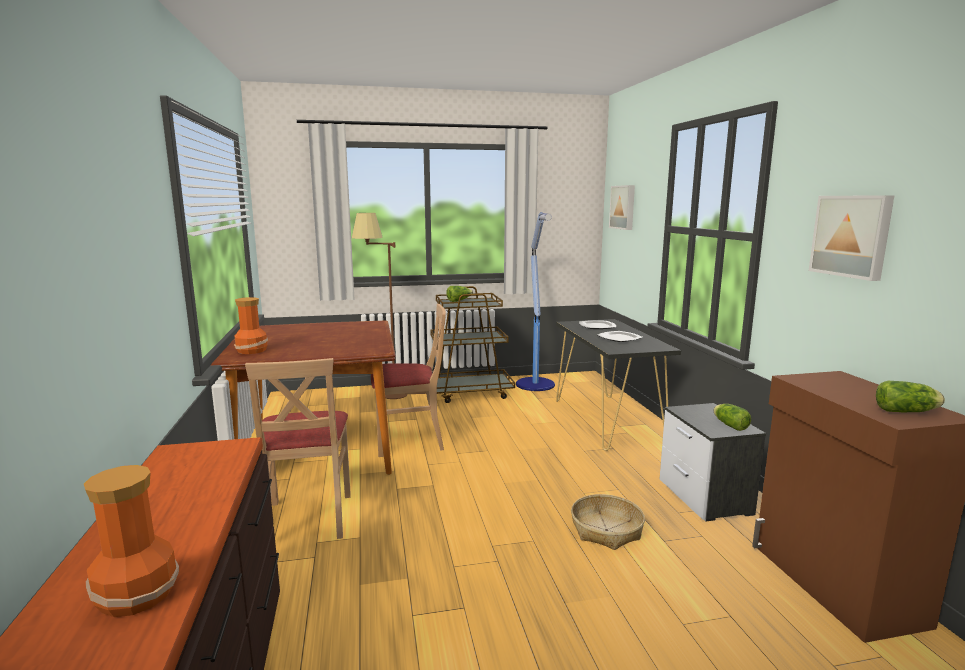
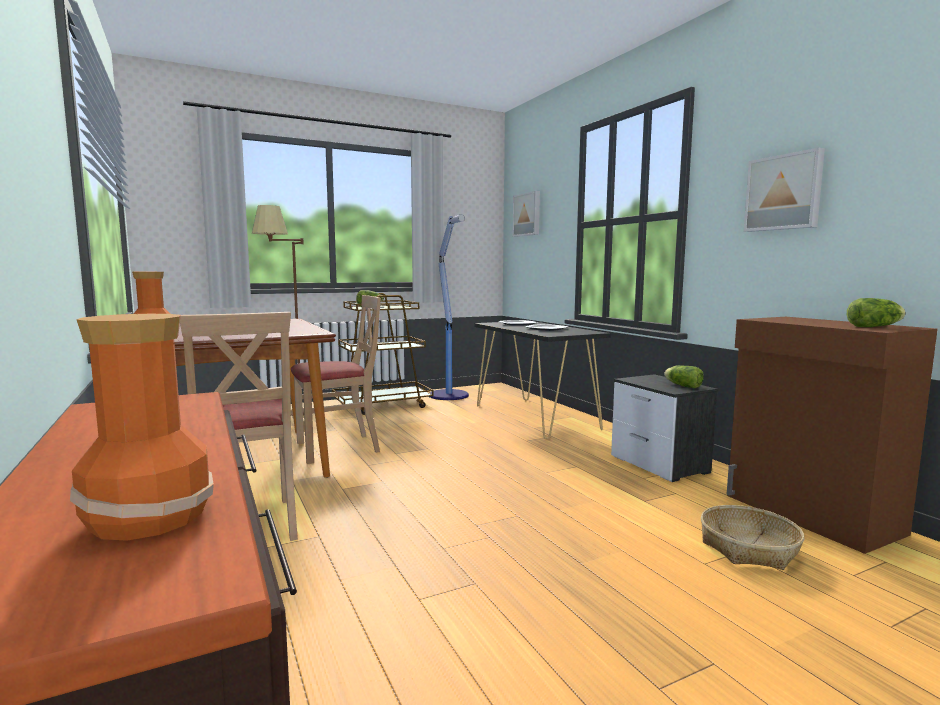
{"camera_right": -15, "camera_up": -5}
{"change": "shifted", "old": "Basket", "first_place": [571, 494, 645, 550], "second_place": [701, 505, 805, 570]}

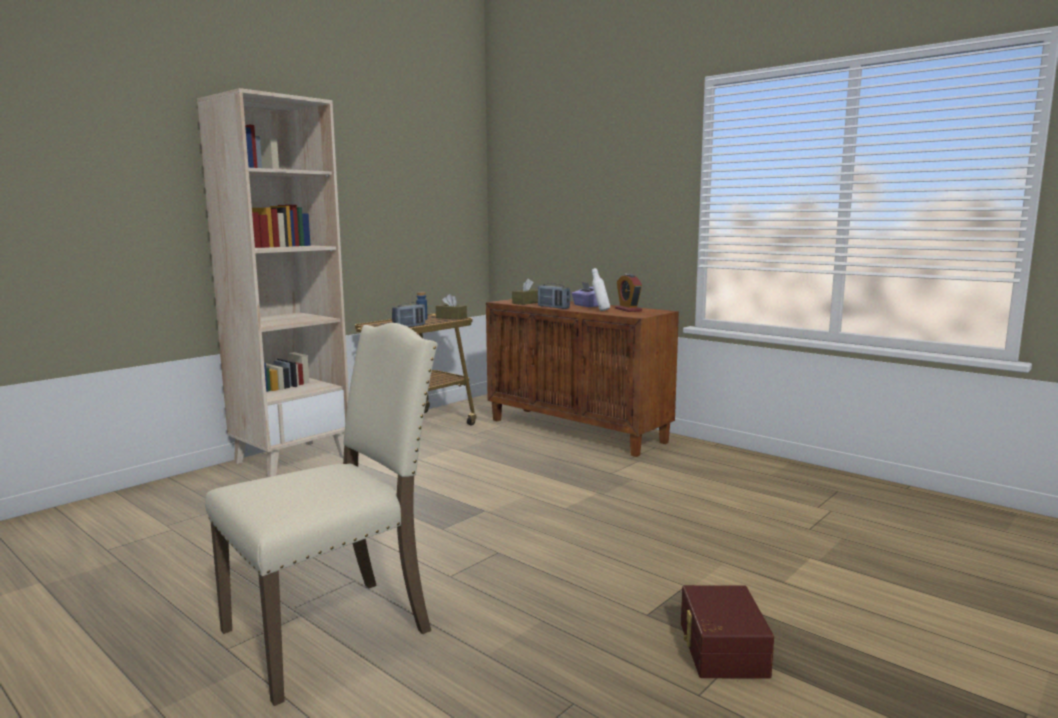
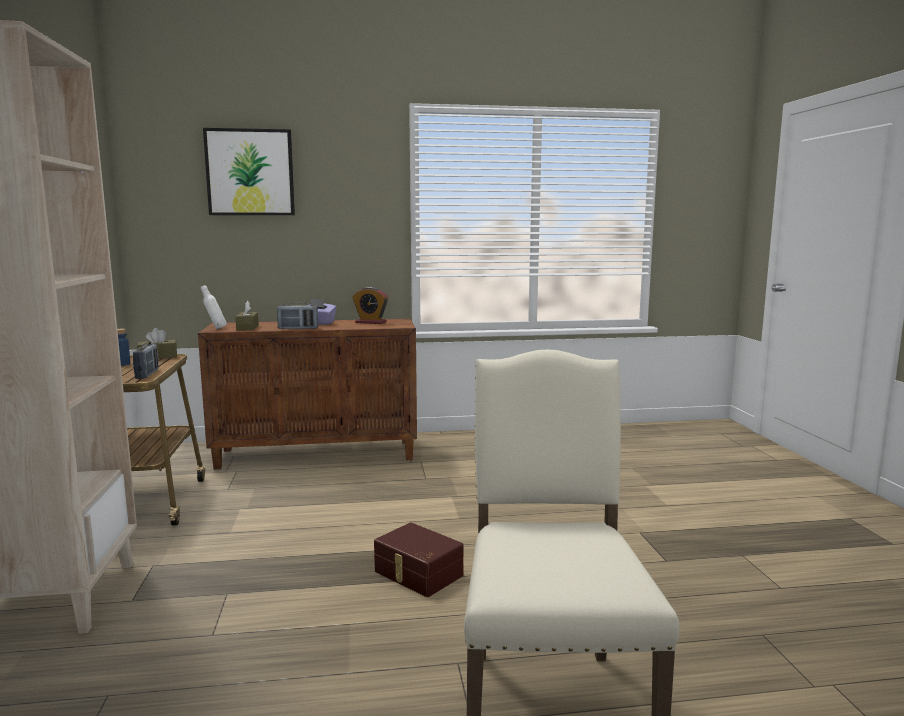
{"camera_right": -50, "camera_up": 0}
{"change": "shifted", "old": "WhiteBottle", "first_place": [592, 268, 610, 311], "second_place": [201, 285, 227, 329]}
{"change": "new", "new": "Picture", "second_place": [203, 128, 295, 215]}
{"change": "shifted", "old": "BrownStorageBox", "first_place": [681, 585, 774, 679], "second_place": [374, 522, 464, 597]}

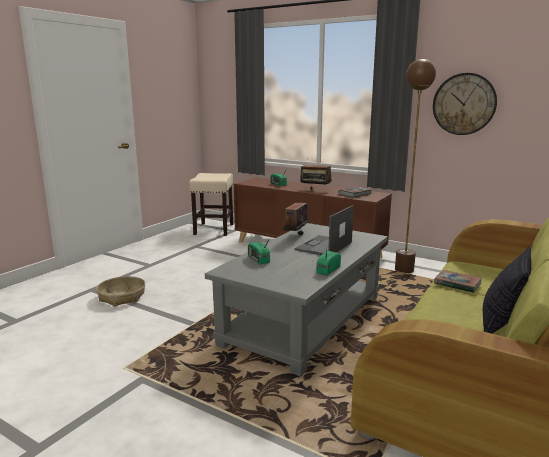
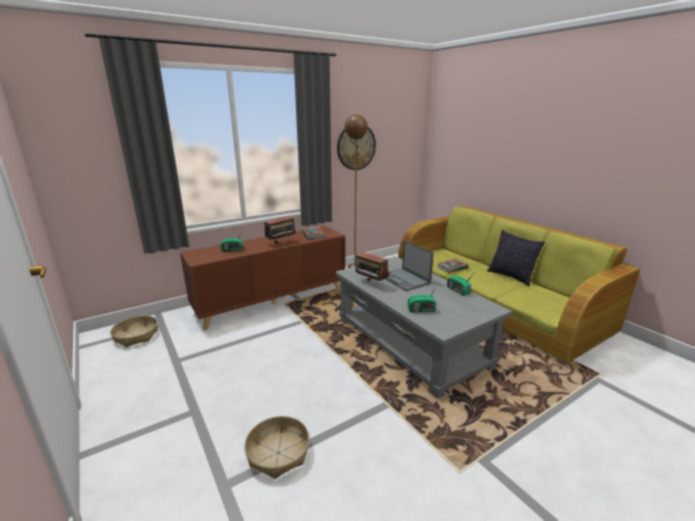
{"camera_right": -65, "camera_up": 5}
{"change": "swapped", "old": "BeigeStool", "new": "Basket", "first_place": [189, 173, 233, 236], "second_place": [110, 316, 158, 347]}

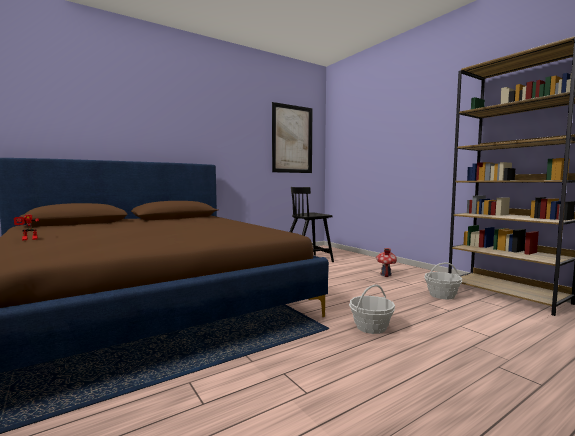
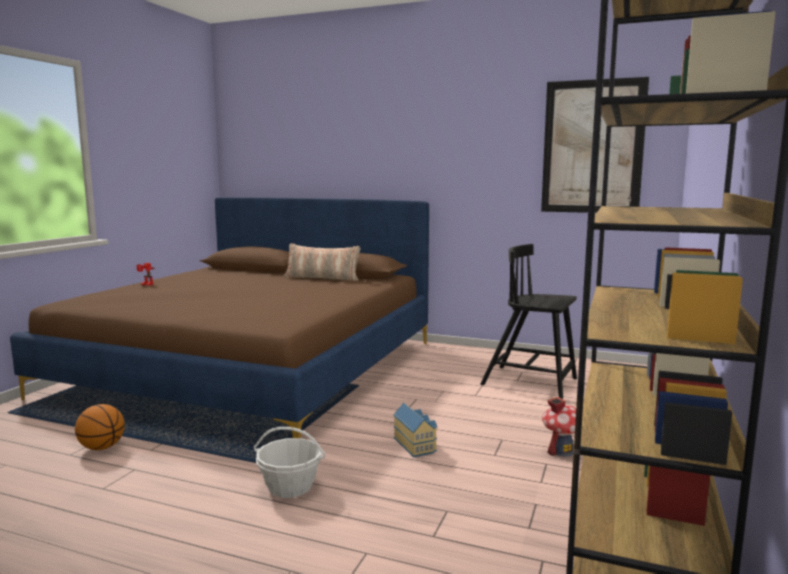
{"camera_right": 55, "camera_up": 5}
{"change": "new", "new": "Basketball", "second_place": [75, 404, 125, 450]}
{"change": "new", "new": "Pillow", "second_place": [284, 243, 360, 281]}
{"change": "new", "new": "ToyHouse", "second_place": [393, 403, 437, 457]}
{"change": "gone", "old": "Basket", "first_place": [424, 262, 462, 299]}

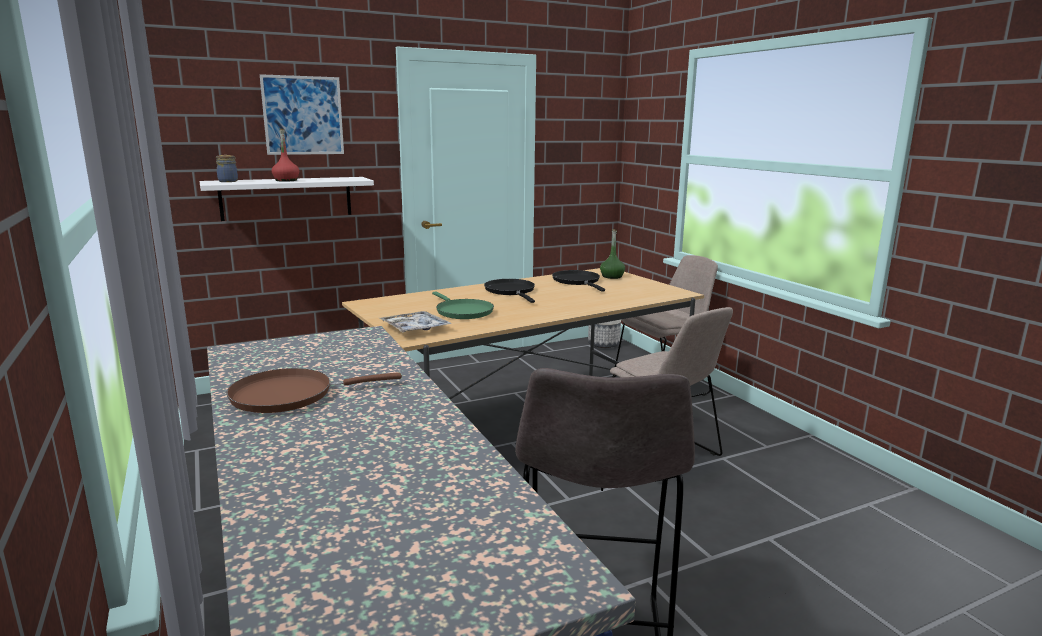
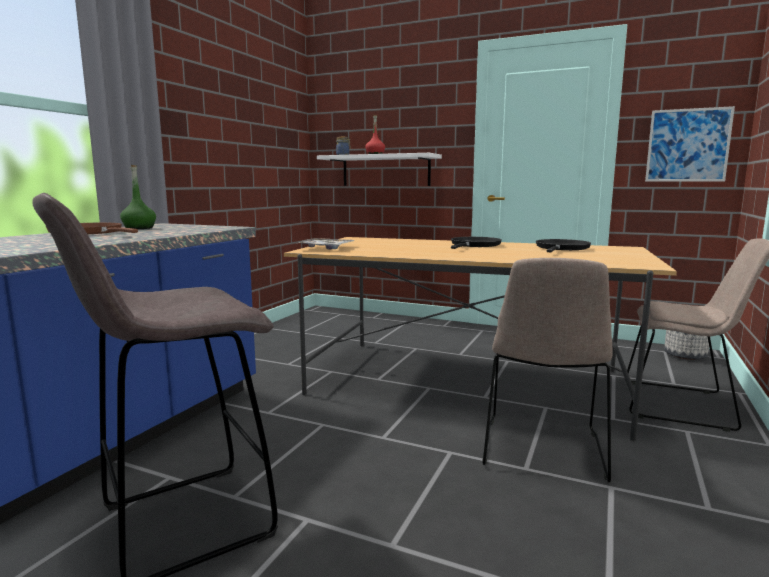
{"camera_right": 50, "camera_up": -5}
{"change": "shifted", "old": "GreenBottle", "first_place": [600, 229, 625, 279], "second_place": [120, 165, 156, 229]}
{"change": "shifted", "old": "Picture", "first_place": [260, 74, 344, 155], "second_place": [645, 106, 735, 182]}
{"change": "gone", "old": "GreenFryingPan", "first_place": [432, 291, 494, 319]}

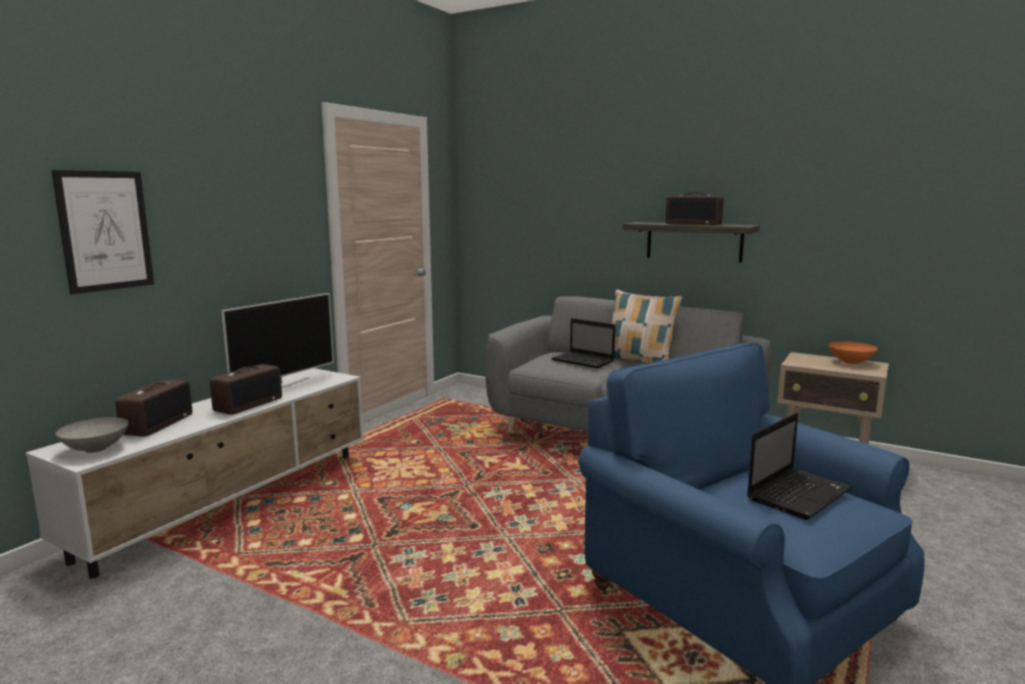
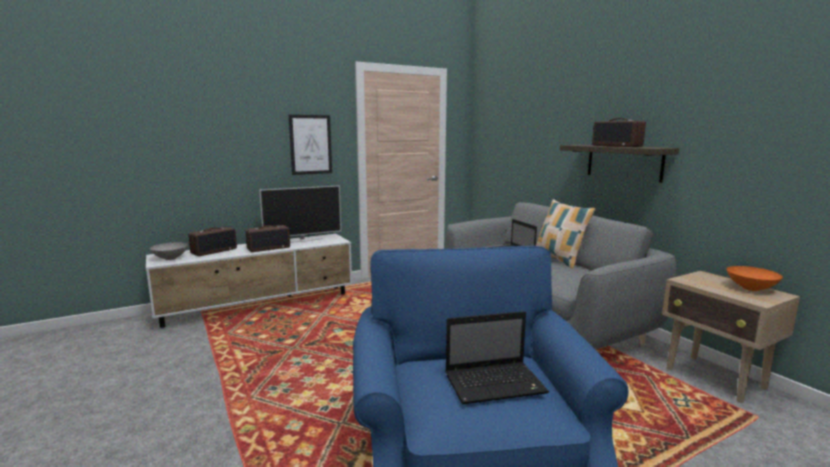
{"camera_right": 30, "camera_up": 0}
{"change": "shifted", "old": "Picture", "first_place": [51, 170, 154, 295], "second_place": [289, 115, 332, 175]}

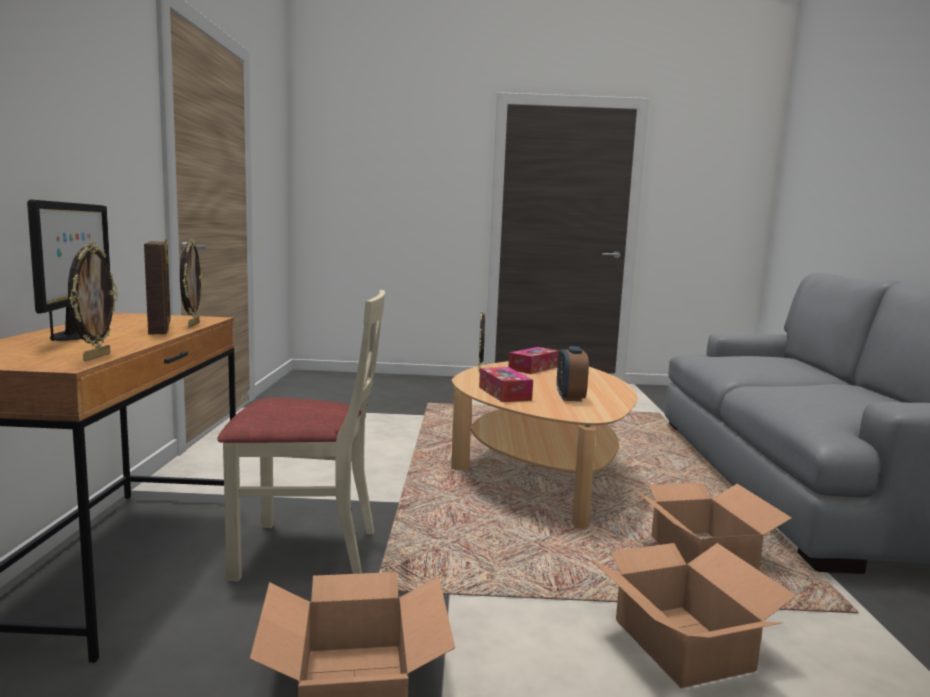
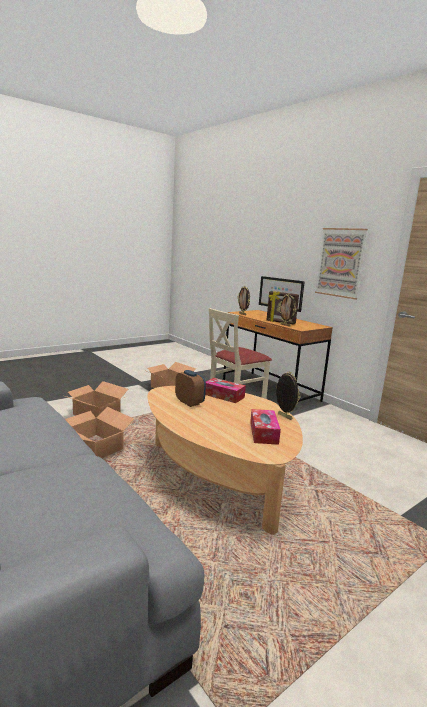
{"camera_right": 140, "camera_up": 5}
{"change": "new", "new": "Picture", "second_place": [315, 228, 368, 299]}

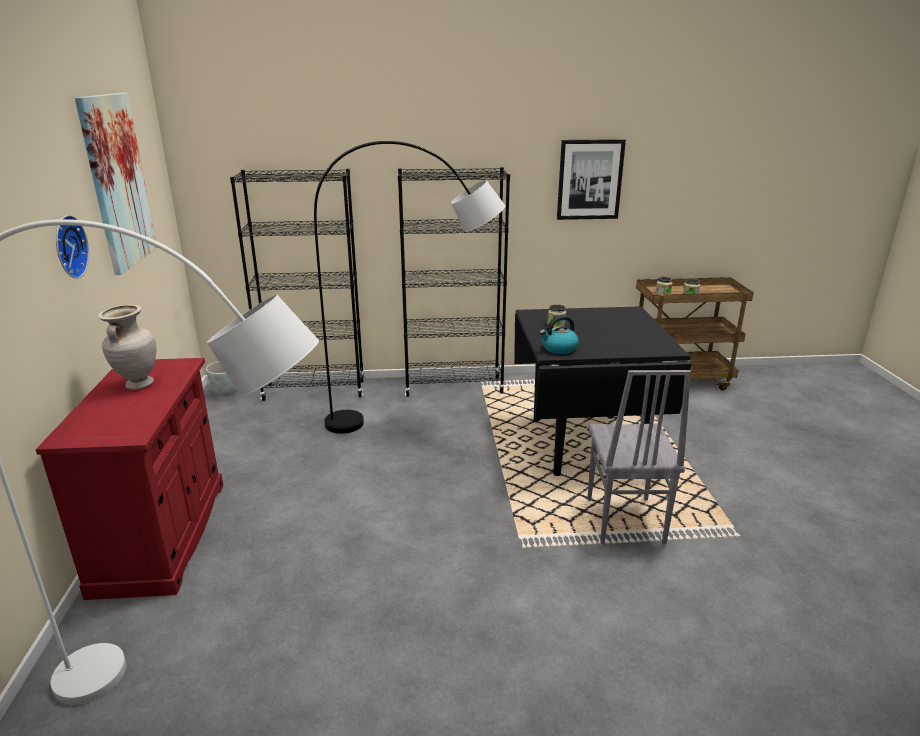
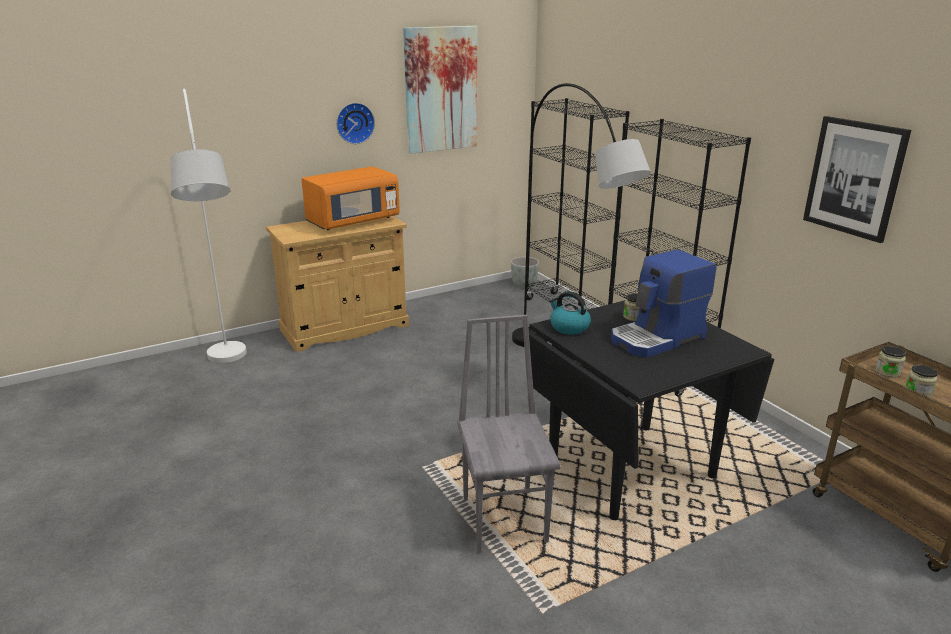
{"camera_right": 65, "camera_up": 0}
{"change": "repainted", "old": "RedCabinet", "new": "BeigeCabinet", "first_place": [36, 358, 223, 600], "second_place": [266, 216, 409, 352]}
{"change": "swapped", "old": "BeigeVase", "new": "OrangeMicrowave", "first_place": [98, 305, 157, 390], "second_place": [301, 166, 400, 230]}
{"change": "rotated", "old": "GreyChair", "first_place": [587, 370, 691, 544], "second_place": [457, 315, 561, 553], "degrees": 105}
{"change": "new", "new": "CoffeeMachine", "second_place": [611, 249, 717, 358]}

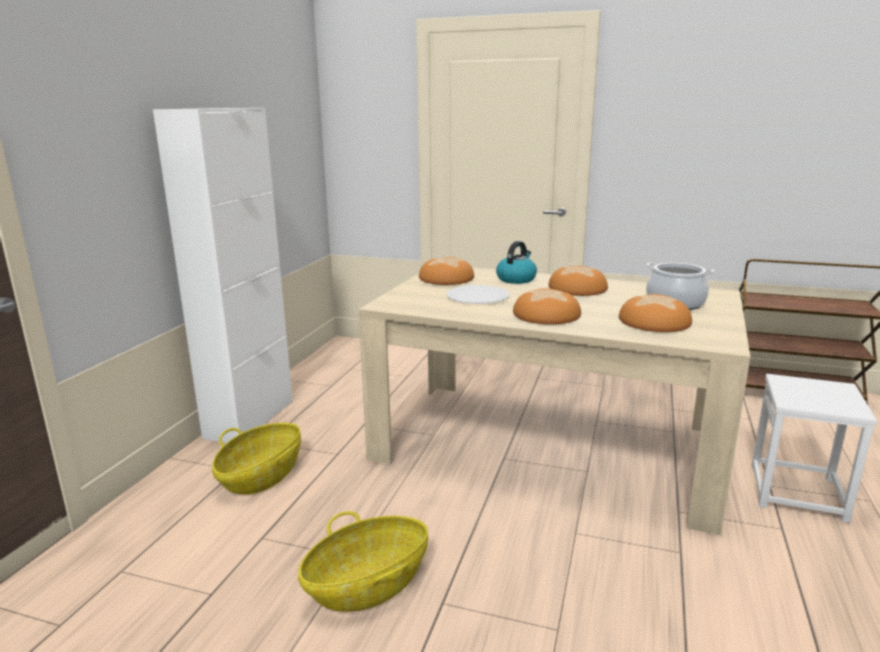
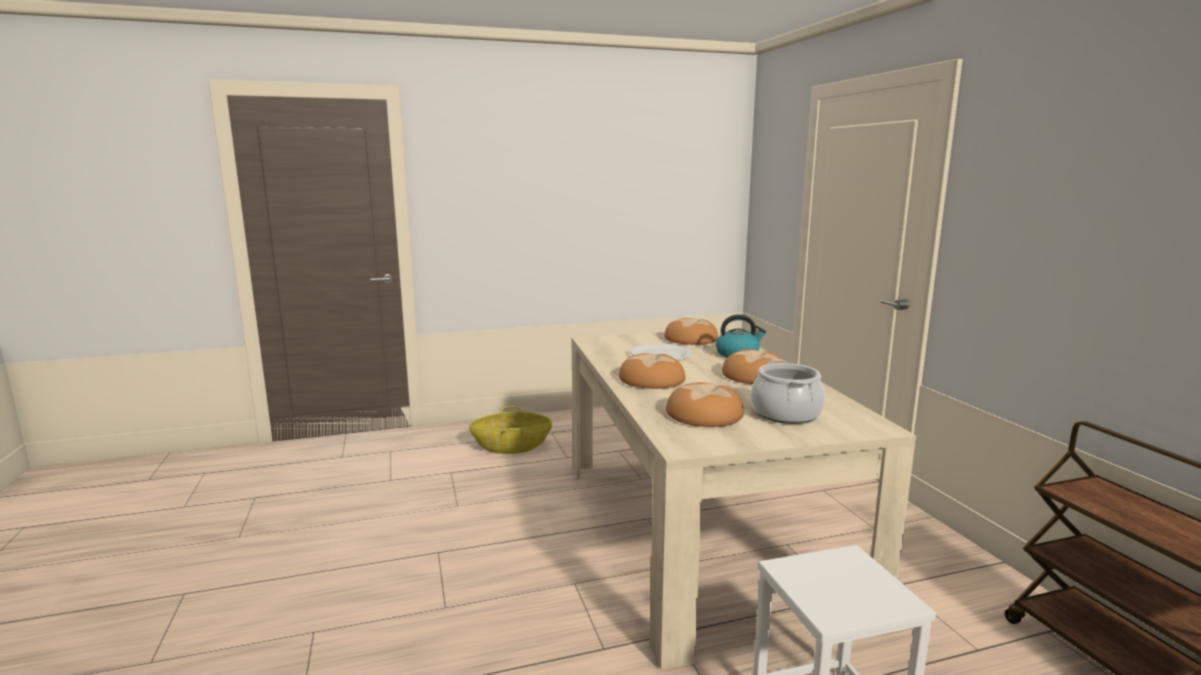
{"camera_right": 55, "camera_up": -5}
{"change": "gone", "old": "WhiteCabinet", "first_place": [153, 108, 293, 443]}
{"change": "gone", "old": "Basket", "first_place": [298, 511, 428, 612]}

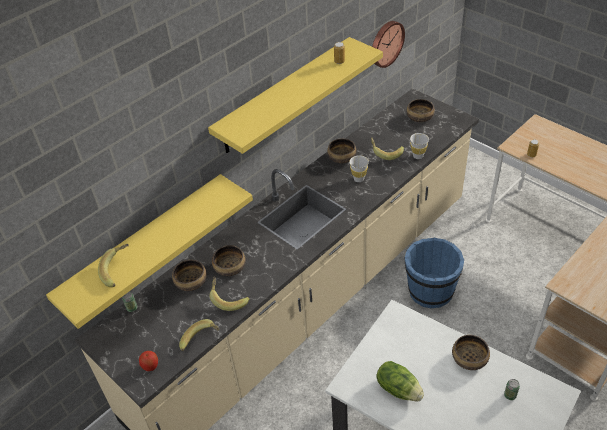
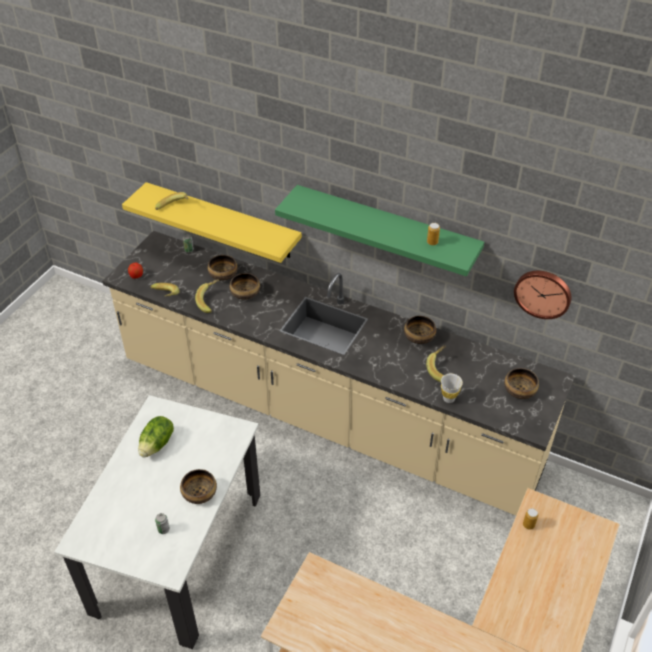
{"camera_right": 70, "camera_up": 0}
{"change": "repainted", "old": "YellowShelf", "new": "GreenShelf", "first_place": [208, 37, 383, 154], "second_place": [275, 185, 484, 276]}
{"change": "gone", "old": "WhiteCup", "first_place": [350, 155, 369, 182]}
{"change": "gone", "old": "BlueBucket", "first_place": [405, 238, 464, 308]}

